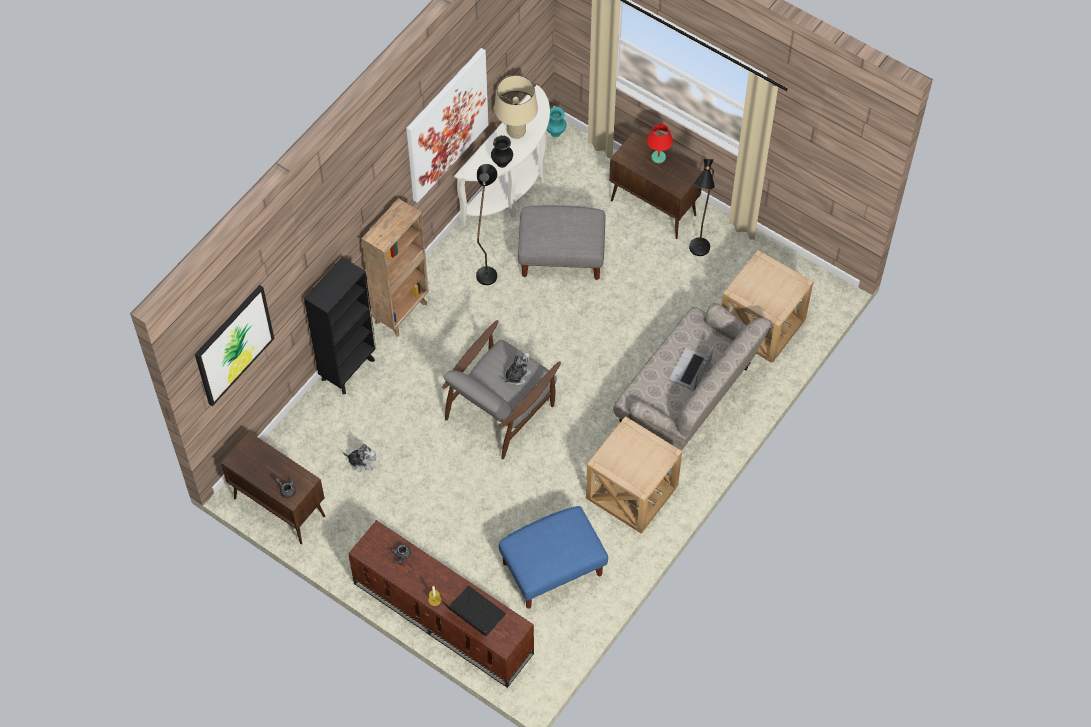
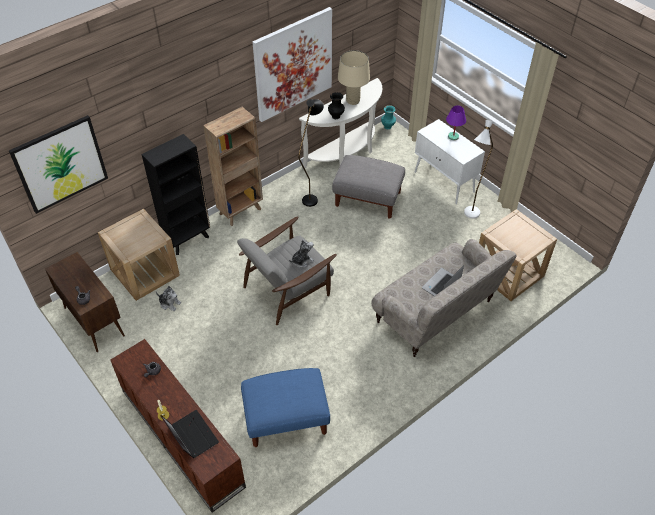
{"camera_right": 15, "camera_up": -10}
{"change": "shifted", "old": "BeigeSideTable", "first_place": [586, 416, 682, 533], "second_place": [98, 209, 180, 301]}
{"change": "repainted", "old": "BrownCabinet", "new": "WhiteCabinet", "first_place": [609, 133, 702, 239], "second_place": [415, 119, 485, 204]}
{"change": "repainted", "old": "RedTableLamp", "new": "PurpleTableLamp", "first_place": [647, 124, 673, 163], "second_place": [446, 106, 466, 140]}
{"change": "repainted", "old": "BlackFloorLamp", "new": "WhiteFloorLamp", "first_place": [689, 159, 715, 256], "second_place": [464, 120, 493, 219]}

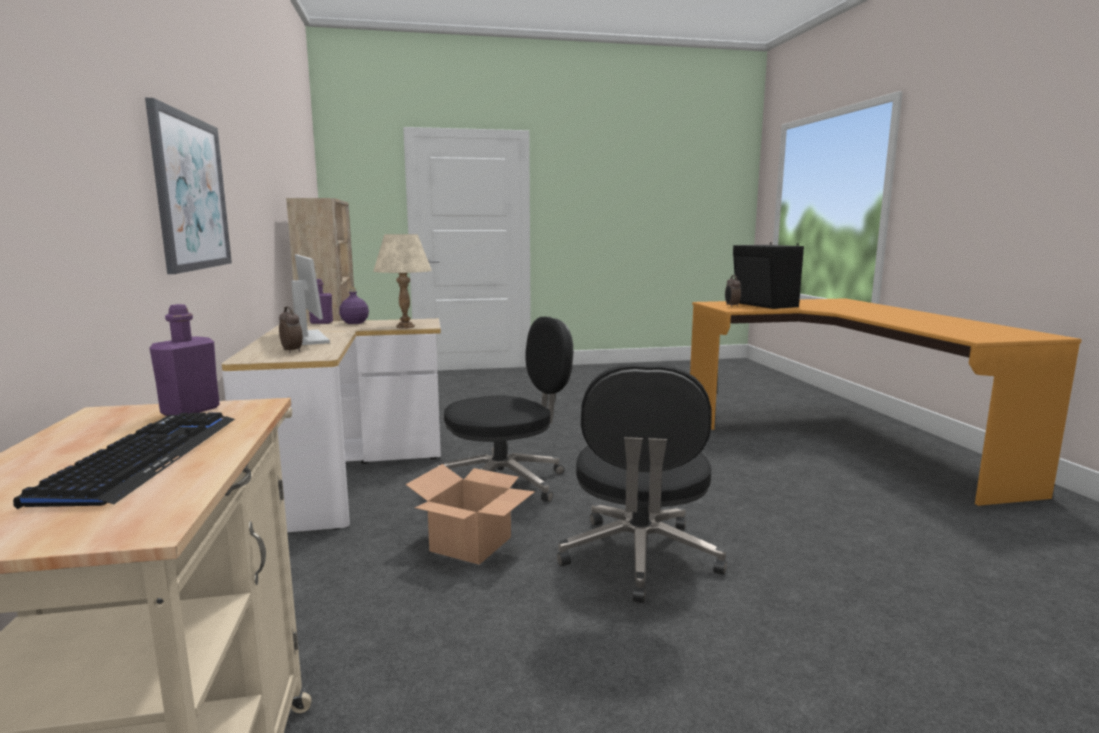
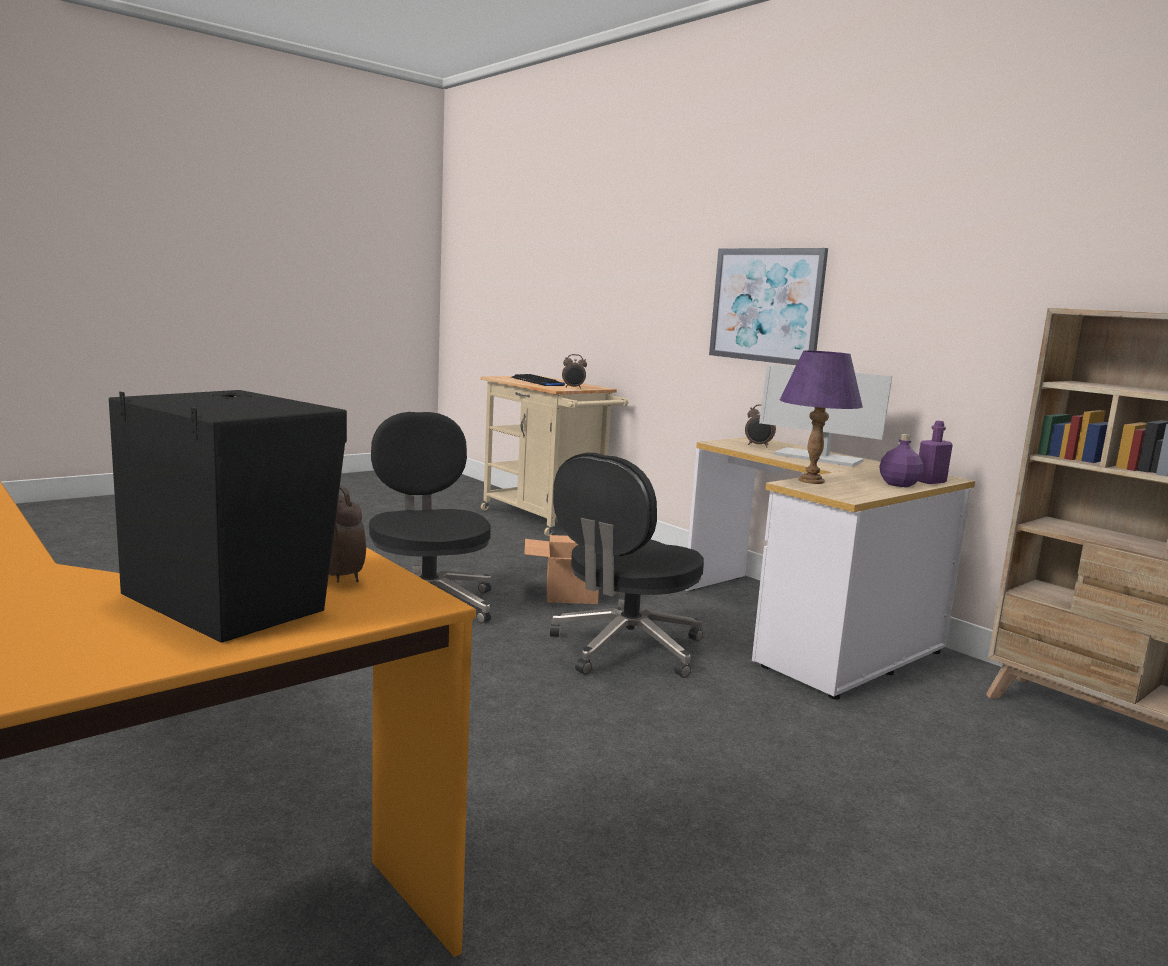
{"camera_right": 150, "camera_up": 0}
{"change": "swapped", "old": "PurpleBottle", "new": "AlarmClock", "first_place": [149, 304, 220, 416], "second_place": [562, 354, 587, 389]}
{"change": "repainted", "old": "BeigeTableLamp", "new": "PurpleTableLamp", "first_place": [373, 234, 432, 328], "second_place": [780, 351, 863, 484]}

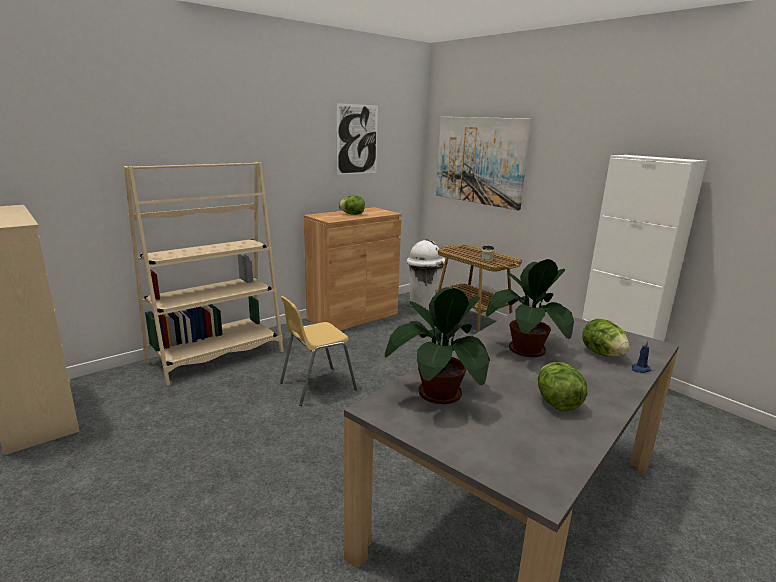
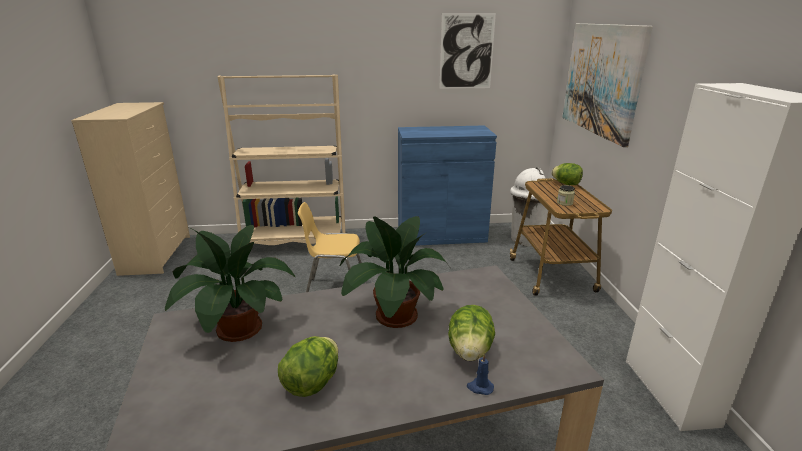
{"camera_right": 35, "camera_up": 5}
{"change": "repainted", "old": "BrownCabinet", "new": "BlueCabinet", "first_place": [304, 207, 401, 331], "second_place": [398, 125, 497, 246]}
{"change": "shifted", "old": "Lettuce", "first_place": [339, 195, 365, 215], "second_place": [551, 163, 583, 185]}

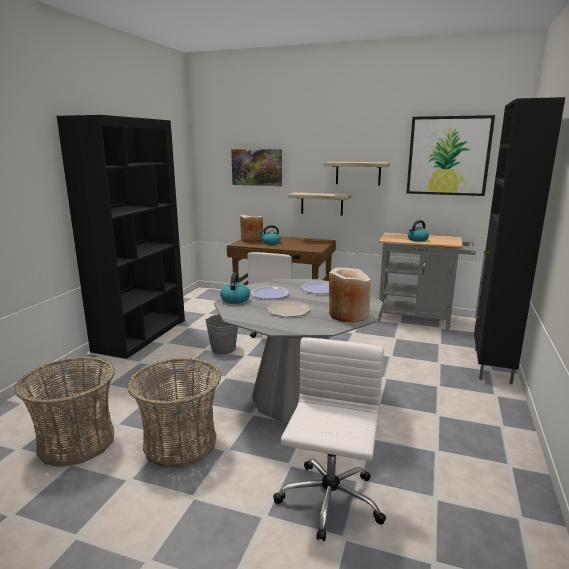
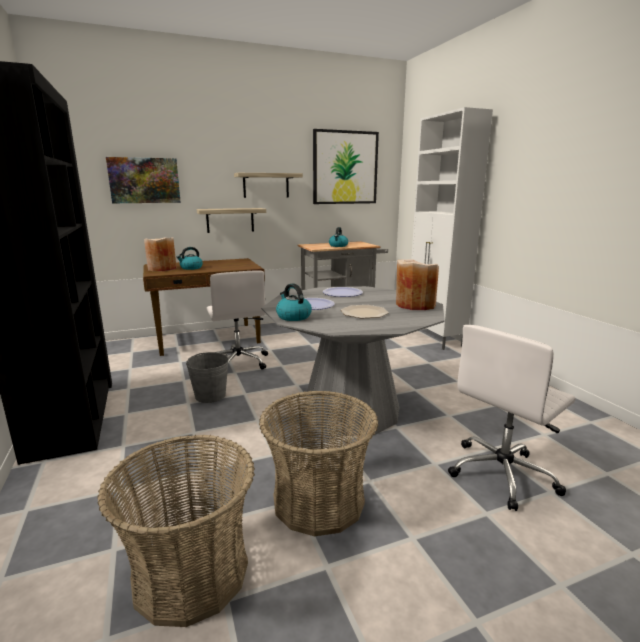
{"camera_right": -40, "camera_up": 0}
{"change": "repainted", "old": "BlackCabinet", "new": "WhiteCabinet", "first_place": [474, 97, 565, 384], "second_place": [411, 107, 493, 350]}
{"change": "rotated", "old": "WhiteOfficeChair", "first_place": [273, 337, 386, 541], "second_place": [448, 325, 575, 511], "degrees": -105}

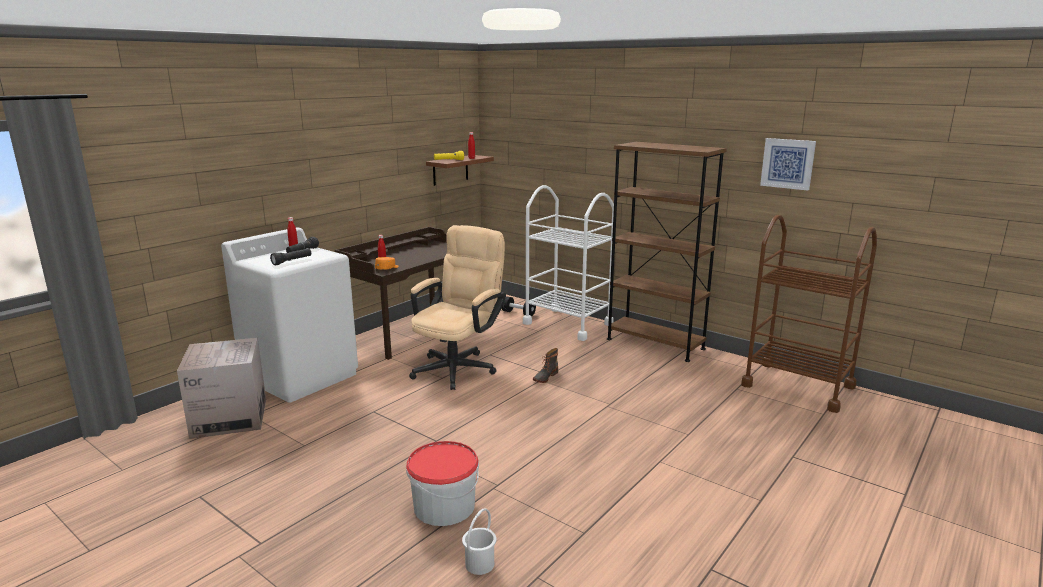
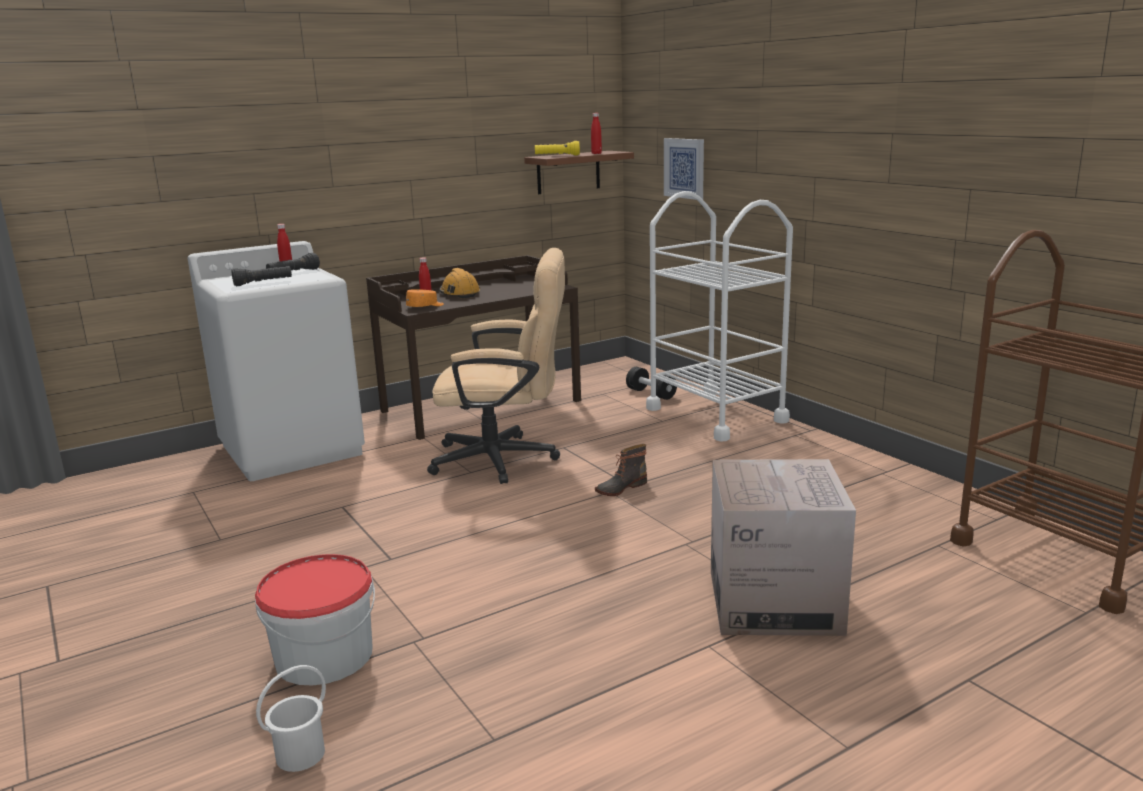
{"camera_right": 20, "camera_up": 0}
{"change": "rotated", "old": "BeigeOfficeChair", "first_place": [409, 225, 506, 390], "second_place": [427, 248, 565, 484], "degrees": 45}
{"change": "new", "new": "OrangeHardHat", "second_place": [440, 268, 480, 298]}
{"change": "shifted", "old": "Picture", "first_place": [760, 138, 816, 191], "second_place": [664, 138, 704, 200]}
{"change": "shifted", "old": "CardboardBox", "first_place": [177, 338, 266, 439], "second_place": [711, 459, 856, 636]}
{"change": "gone", "old": "BrownBookcase", "first_place": [607, 142, 727, 362]}

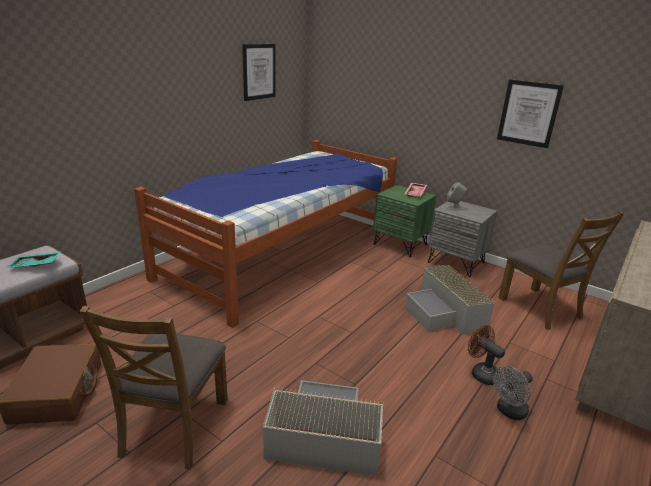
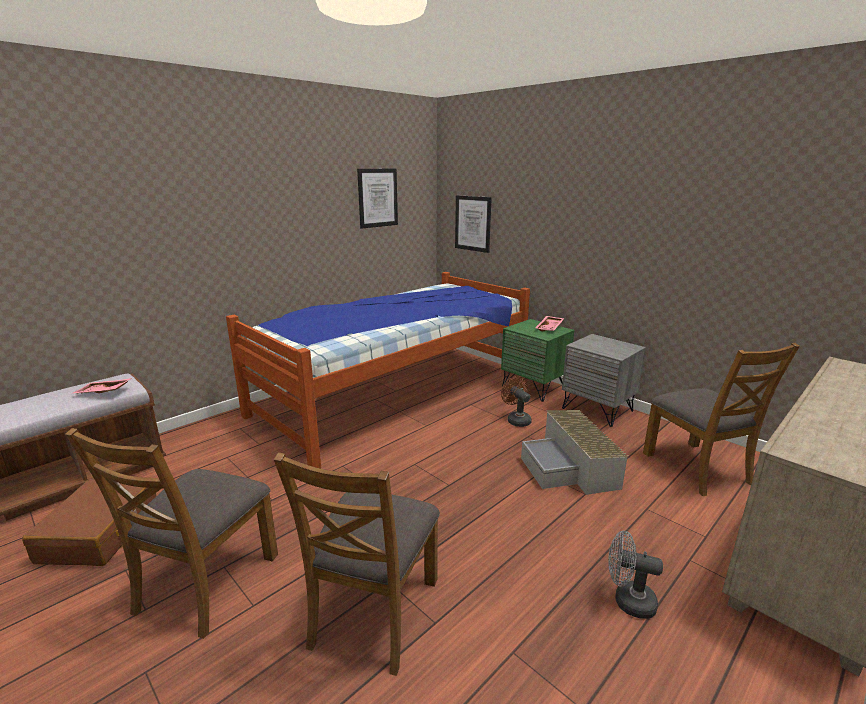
{"camera_right": 10, "camera_up": -5}
{"change": "repainted", "old": "TurquoiseTray", "new": "PinkTray", "first_place": [6, 251, 61, 268], "second_place": [73, 378, 132, 394]}
{"change": "swapped", "old": "GreyStorageBox", "new": "BrownChair", "first_place": [263, 380, 383, 476], "second_place": [274, 452, 440, 676]}
{"change": "shifted", "old": "Picture", "first_place": [497, 79, 564, 148], "second_place": [455, 195, 492, 253]}
{"change": "shifted", "old": "BrownFan", "first_place": [468, 325, 505, 385], "second_place": [501, 376, 531, 427]}
{"change": "rotated", "old": "GreyFan", "first_place": [493, 366, 533, 420], "second_place": [608, 531, 663, 619], "degrees": 45}
{"change": "gone", "old": "GreySpeaker", "first_place": [445, 182, 467, 210]}

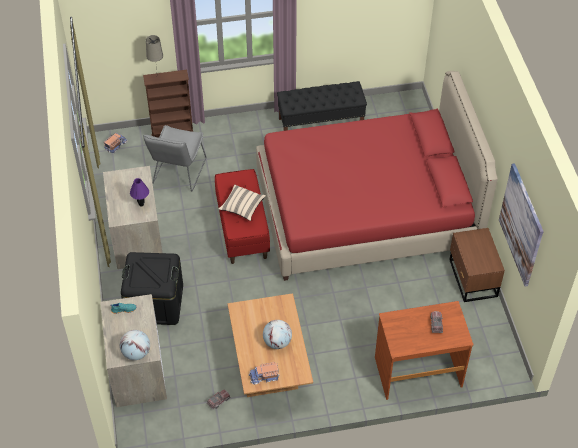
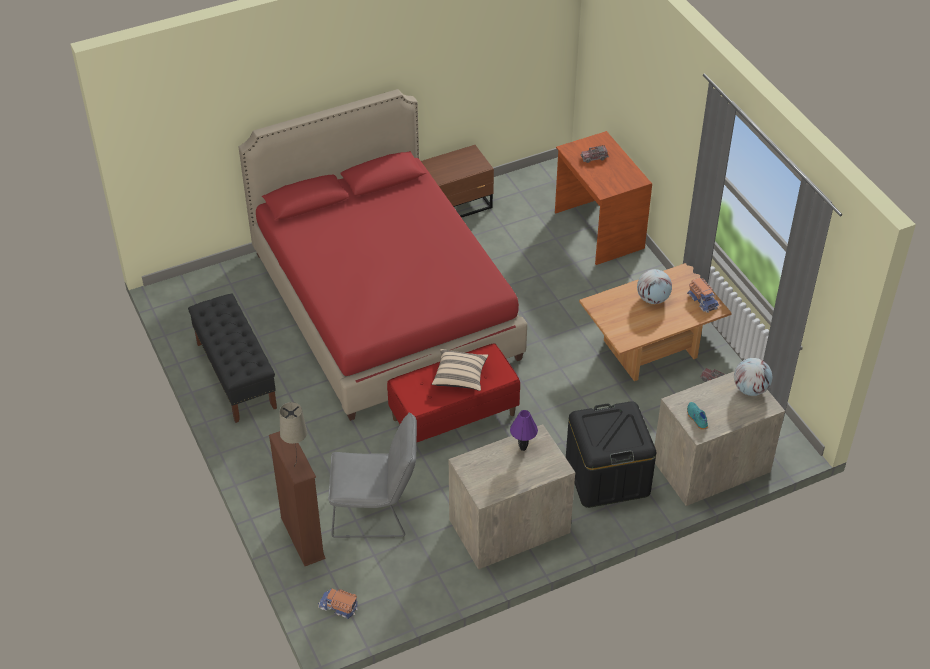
{"camera_right": -105, "camera_up": -5}
{"change": "gone", "old": "Picture", "first_place": [499, 163, 544, 286]}

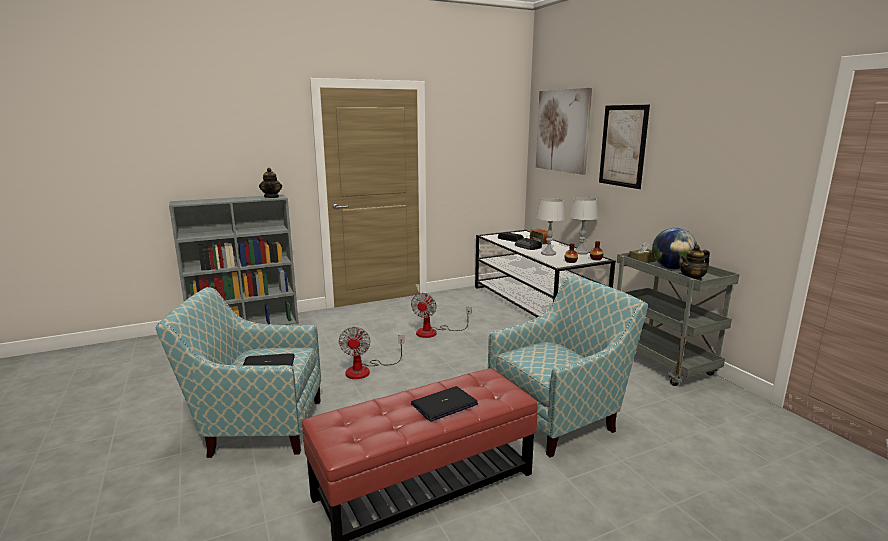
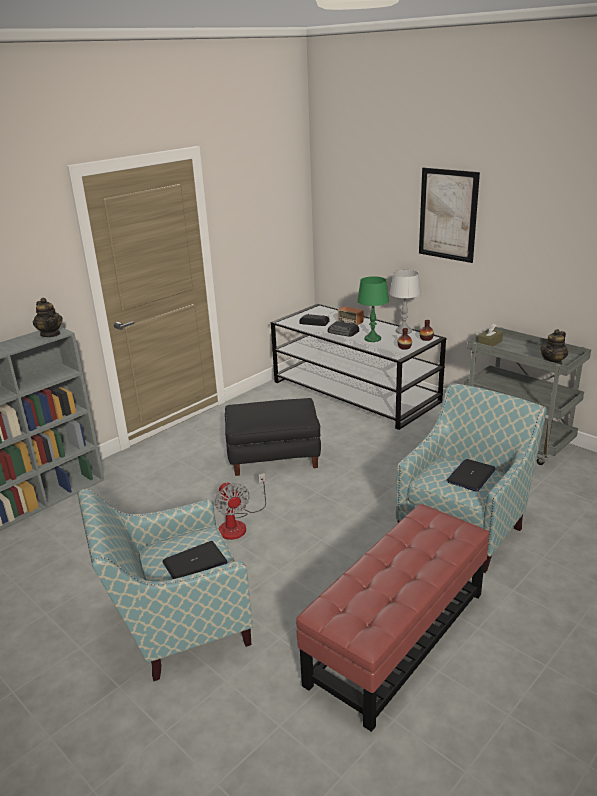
{"camera_right": -20, "camera_up": 10}
{"change": "swapped", "old": "Fan", "new": "BlackOttoman", "first_place": [411, 293, 471, 338], "second_place": [225, 398, 321, 476]}
{"change": "repainted", "old": "GreyTableLamp", "new": "GreenTableLamp", "first_place": [536, 198, 565, 256], "second_place": [357, 276, 389, 342]}
{"change": "shifted", "old": "Laptop", "first_place": [411, 386, 478, 421], "second_place": [446, 459, 496, 492]}
{"change": "gone", "old": "Picture", "first_place": [536, 88, 592, 175]}
{"change": "gone", "old": "Globe", "first_place": [652, 228, 697, 269]}

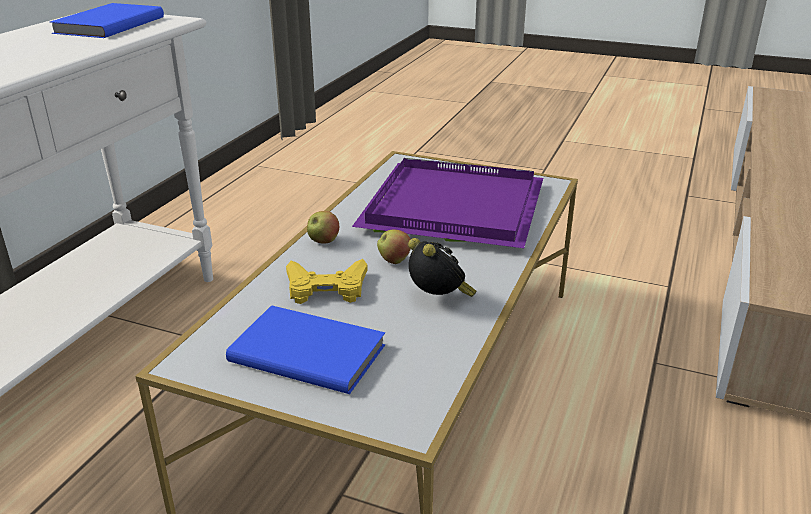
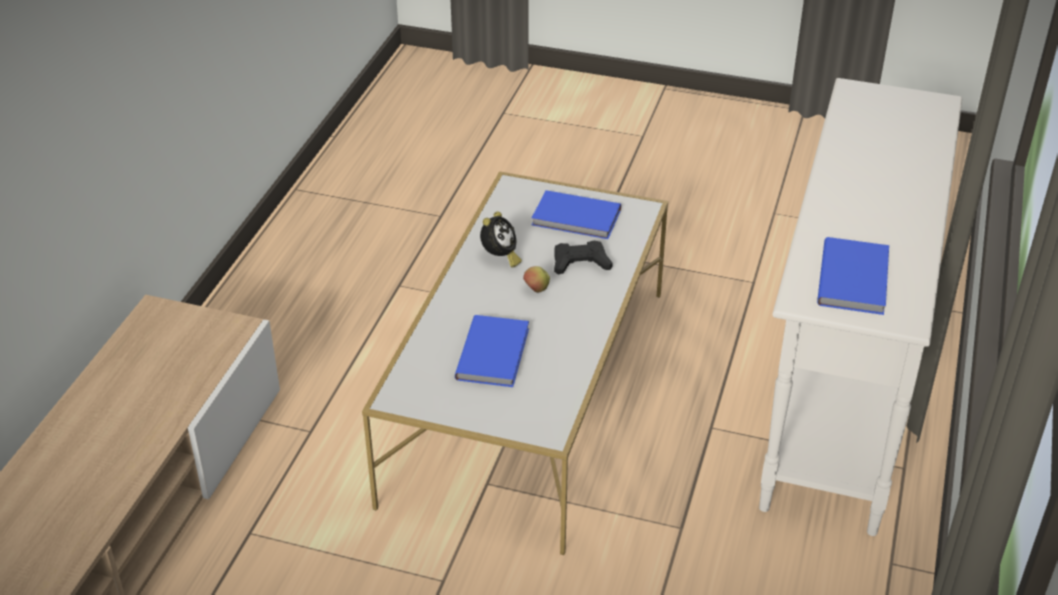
{"camera_right": 175, "camera_up": 10}
{"change": "swapped", "old": "PurpleTray", "new": "BlueBook", "first_place": [352, 158, 543, 248], "second_place": [455, 315, 529, 387]}
{"change": "rotated", "old": "AlarmClock", "first_place": [408, 238, 476, 297], "second_place": [480, 212, 522, 268], "degrees": -120}
{"change": "repainted", "old": "YellowGameController", "new": "BlackGameController", "first_place": [286, 259, 368, 304], "second_place": [554, 241, 613, 274]}
{"change": "gone", "old": "Apple", "first_place": [307, 211, 339, 244]}

